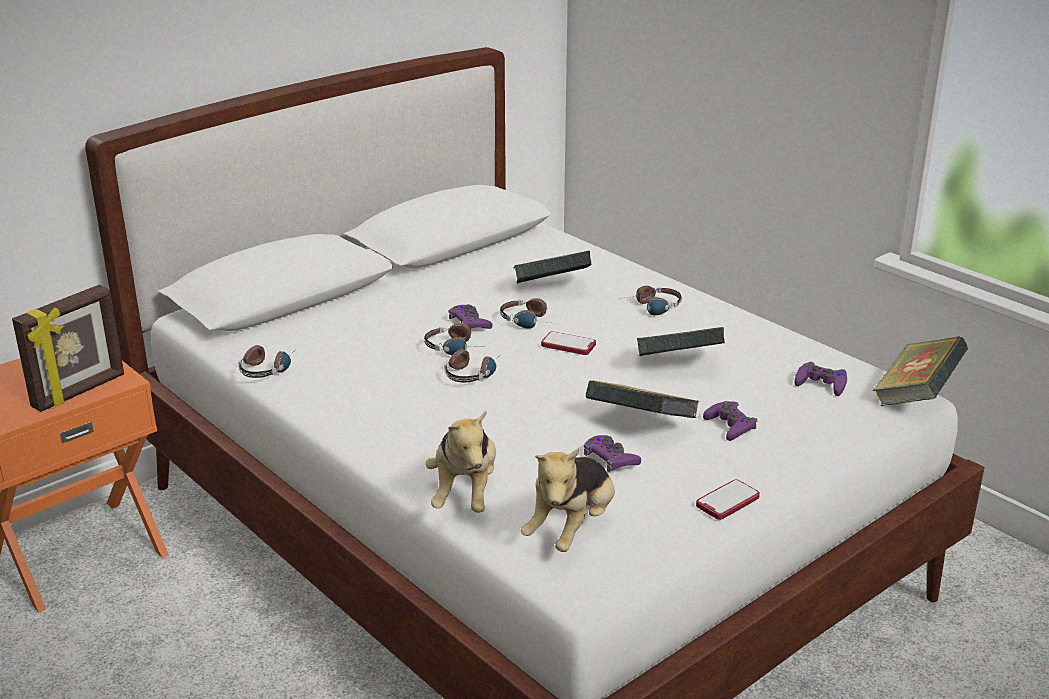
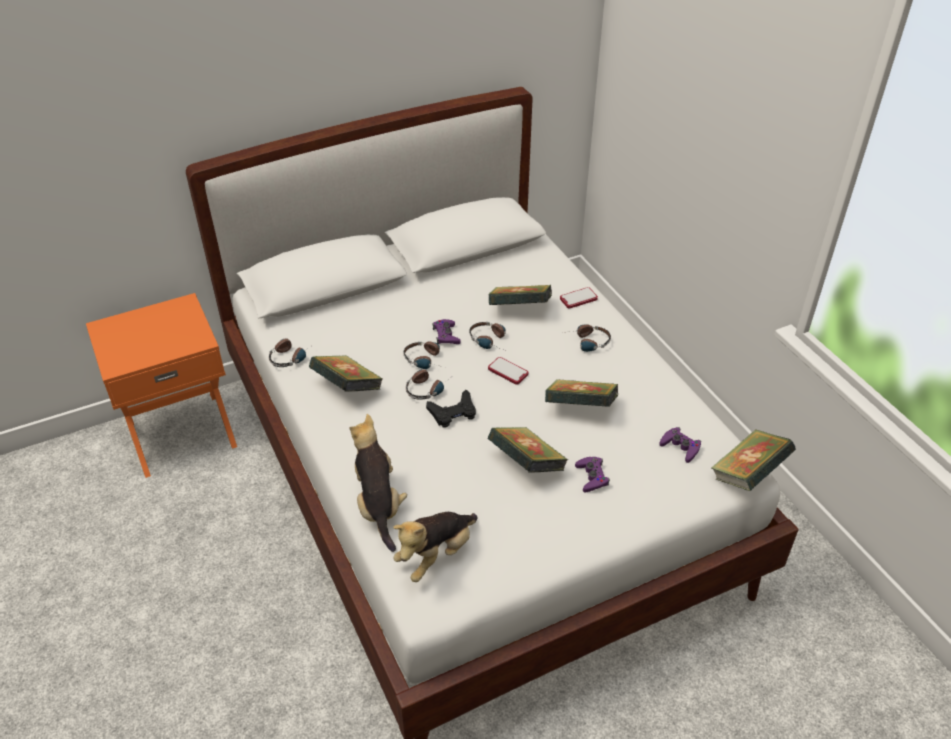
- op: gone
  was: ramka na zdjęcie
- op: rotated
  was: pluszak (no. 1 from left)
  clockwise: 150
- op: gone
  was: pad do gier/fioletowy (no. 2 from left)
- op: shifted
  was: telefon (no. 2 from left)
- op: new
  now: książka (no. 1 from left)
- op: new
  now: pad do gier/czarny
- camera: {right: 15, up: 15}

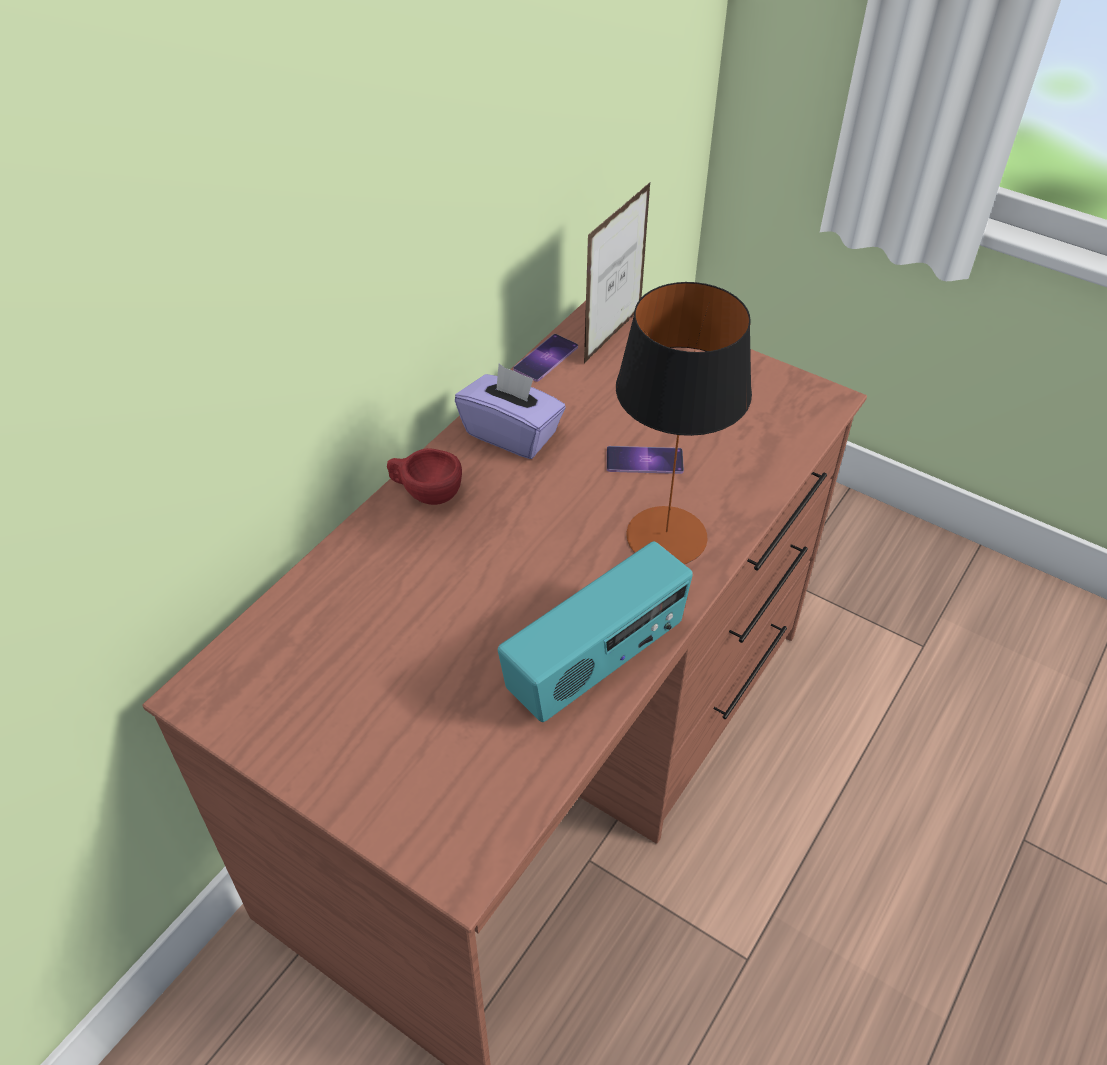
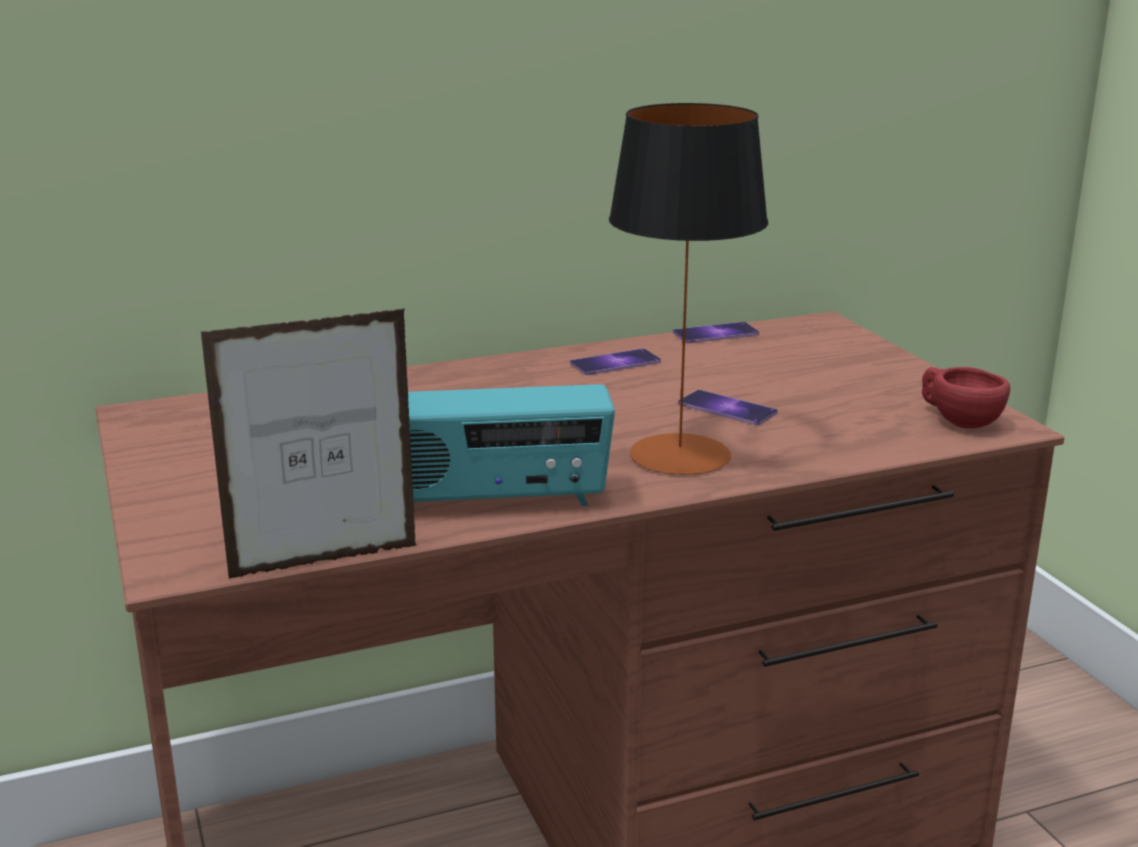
- op: shifted
  was: filiżanka/czerwony
- op: swapped
  was: pudełko chusteczek/fioletowy
  now: telefon (no. 1 from left)
- op: shifted
  was: ramka na zdjęcie
- camera: {right: 35, up: -25}

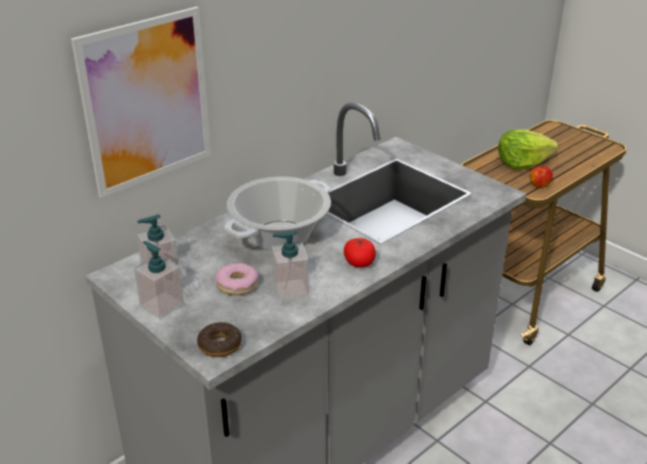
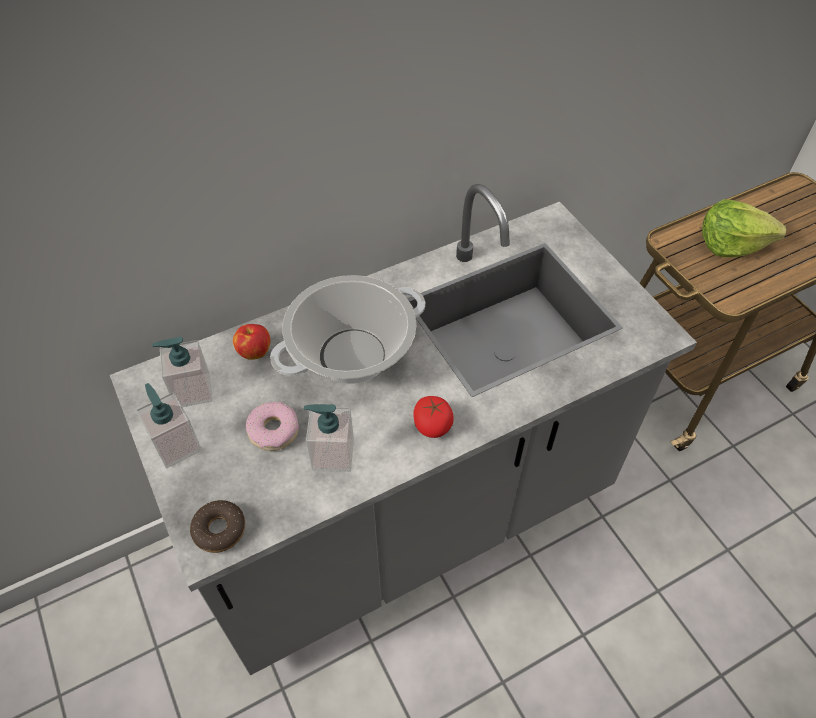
- op: gone
  was: obraz
- op: shifted
  was: jabłko
- camera: {right: 15, up: 20}

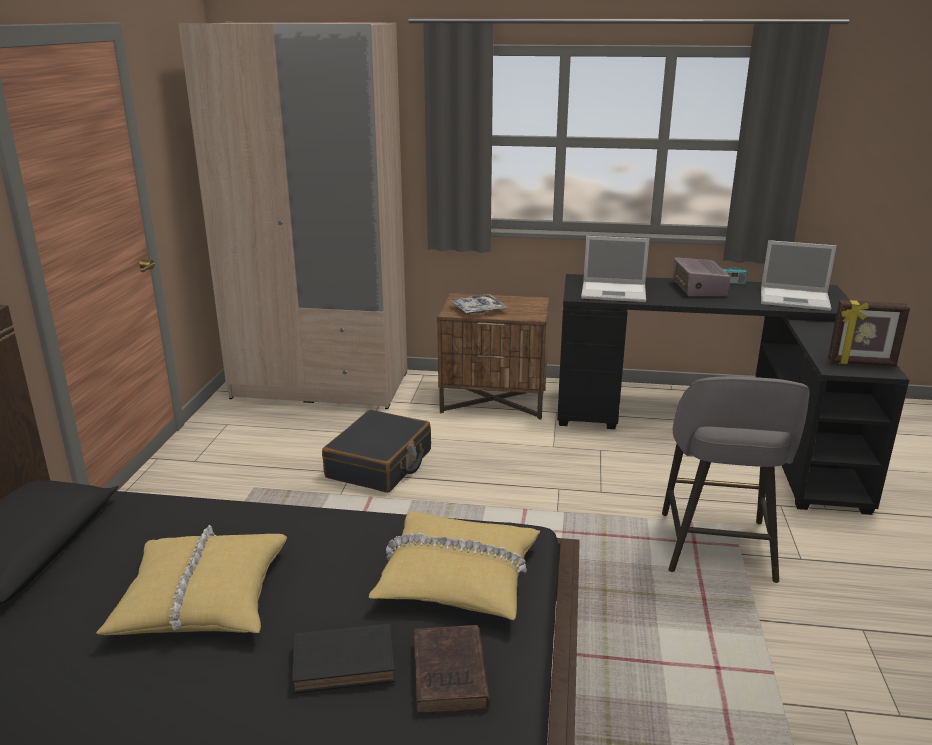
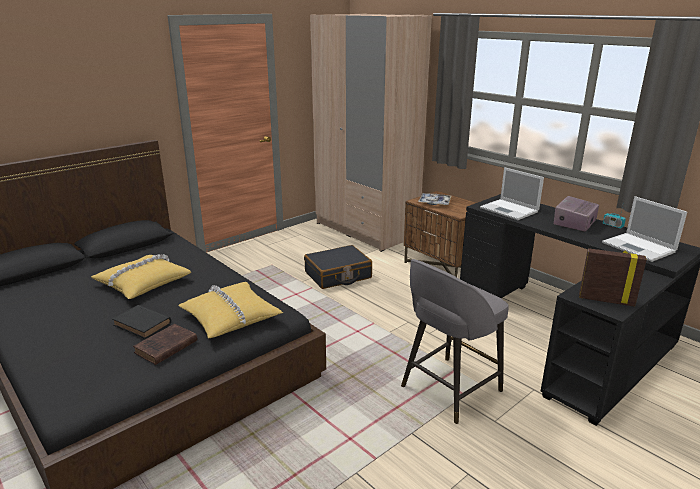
- op: rotated
  was: ramka na zdjęcie
  clockwise: 150
- camera: {right: 40, up: 0}

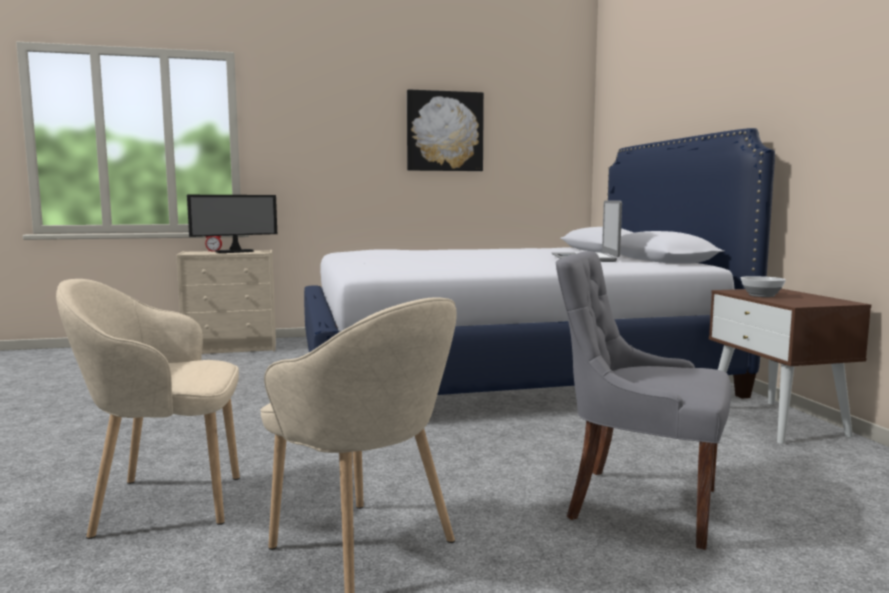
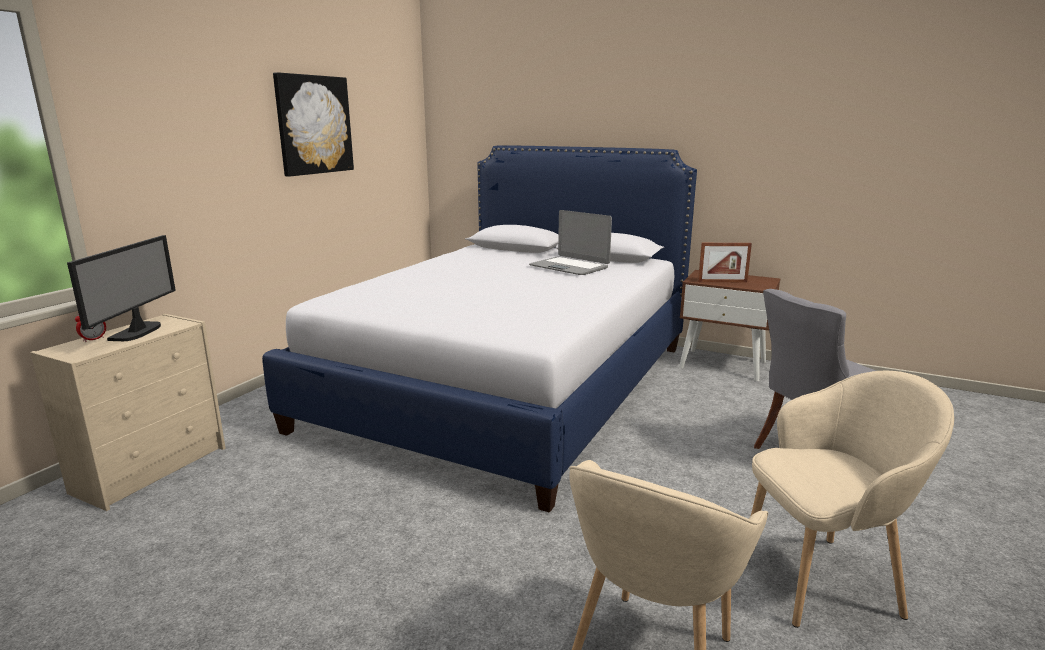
- op: swapped
  was: miska
  now: ramka na zdjęcie
- camera: {right: -50, up: 10}

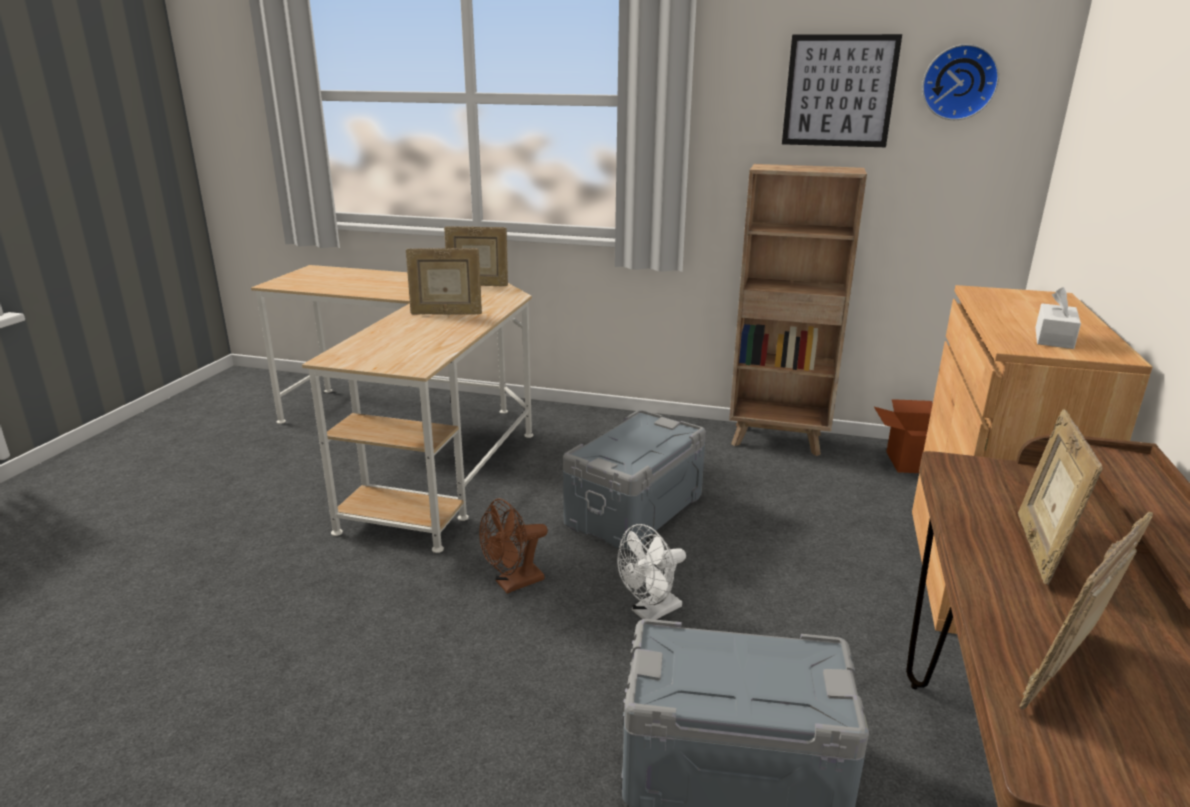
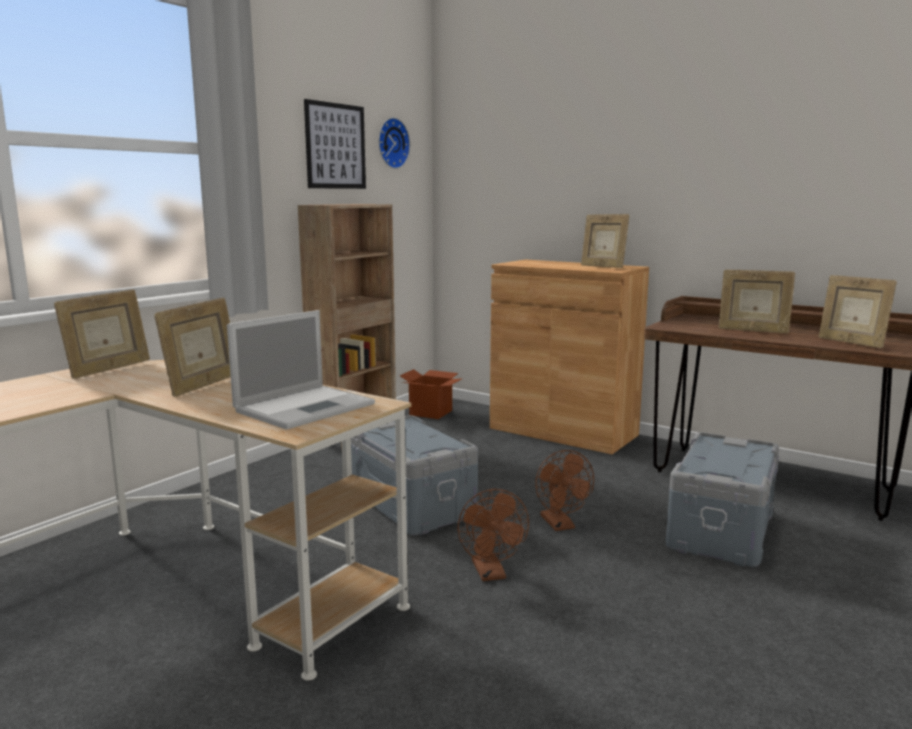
- op: repainted
  was: wentylator/biały
  now: wentylator/brązowy (no. 2 from left)
- op: swapped
  was: pudełko chusteczek/biały
  now: ramka na zdjęcie (no. 3 from left)
- op: new
  now: laptop
- camera: {right: -70, up: -10}

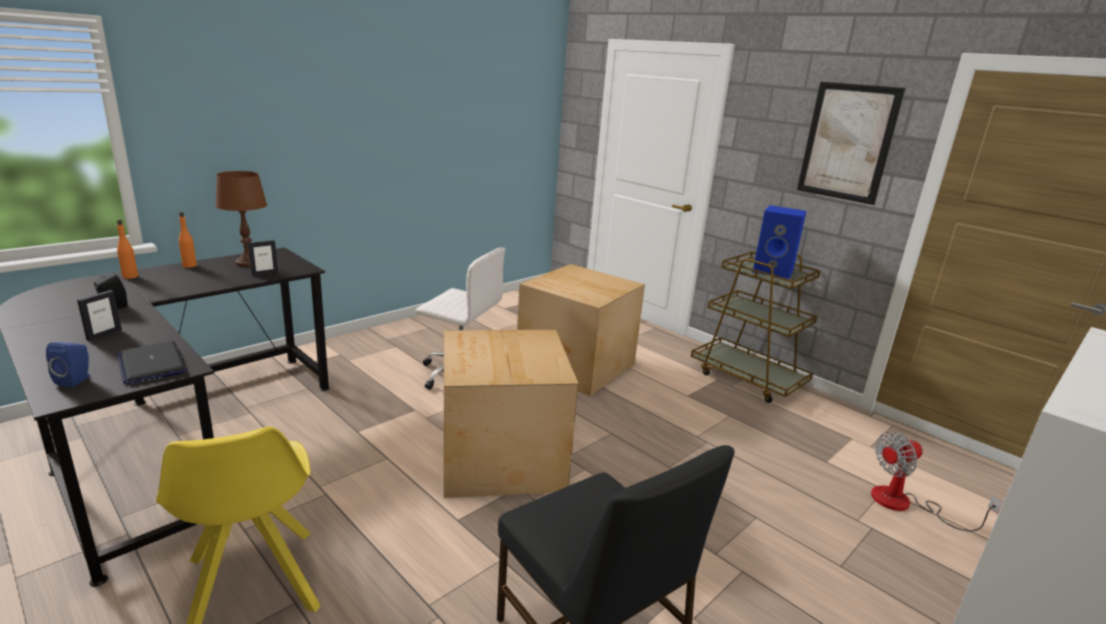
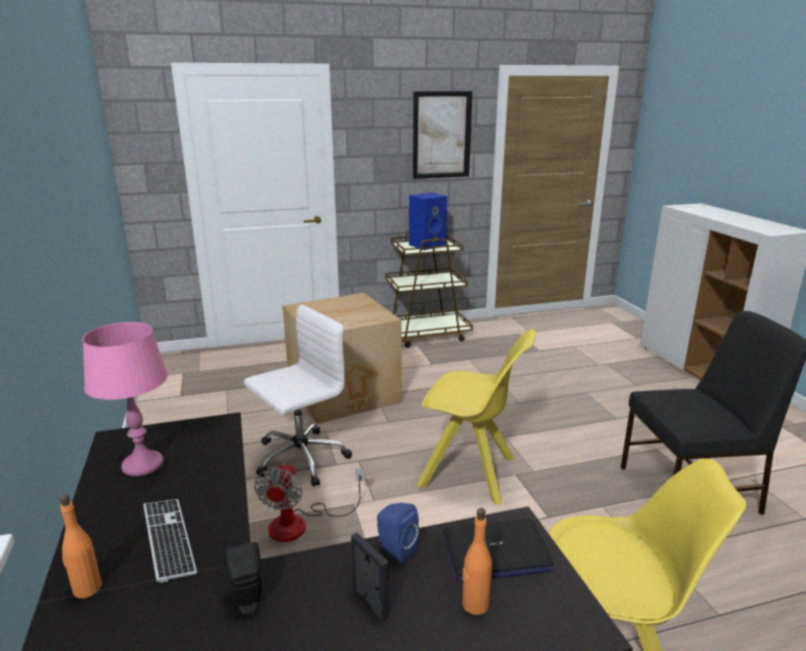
- op: shifted
  was: głośnik/niebieski (no. 1 from left)
- op: shifted
  was: butelka/pomarańczowy (no. 2 from left)
- op: repainted
  was: lampa stołowa/brązowy
  now: lampa stołowa/różowy
- op: gone
  was: ramka na zdjęcie (no. 2 from left)
- op: swapped
  was: karton (no. 1 from left)
  now: krzesło/żółty (no. 1 from left)
- op: shifted
  was: wentylator
- op: new
  now: klawiatura
- camera: {right: -60, up: 0}

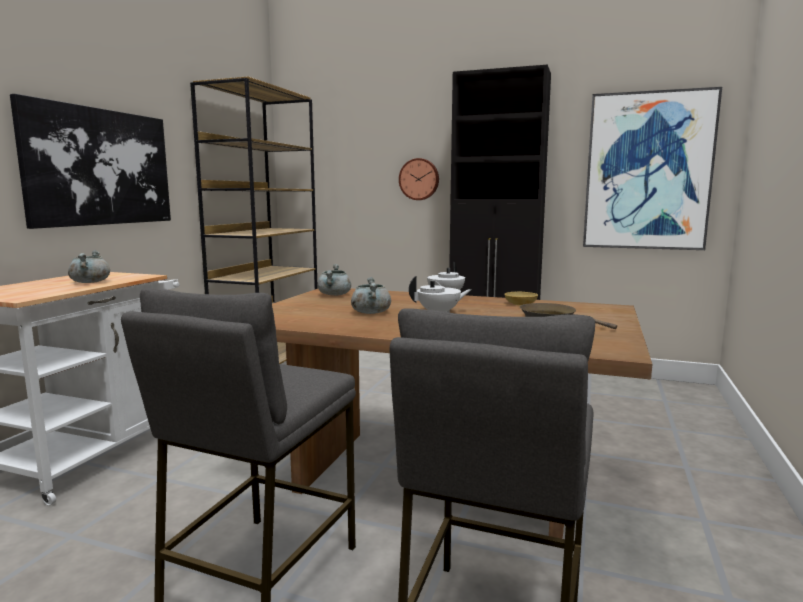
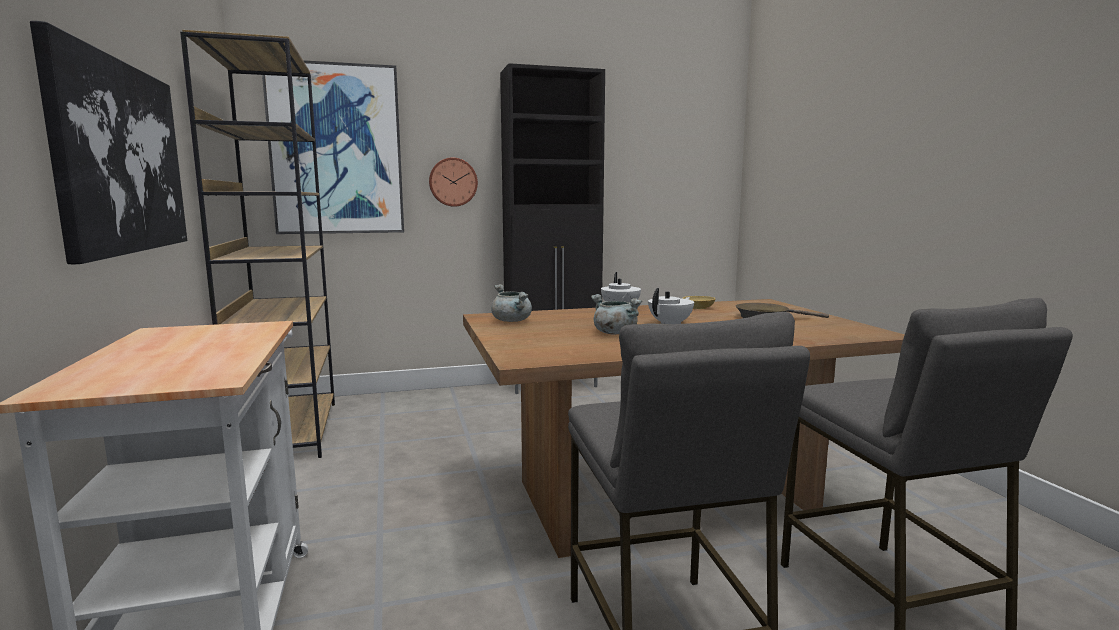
- op: gone
  was: garnek/szary (no. 1 from left)
- op: shifted
  was: obraz (no. 2 from left)
- camera: {right: -35, up: 0}

